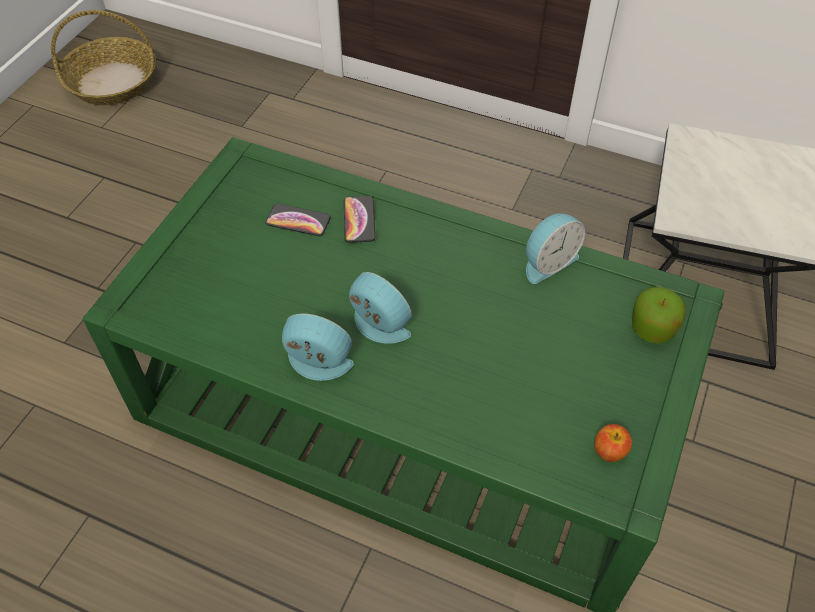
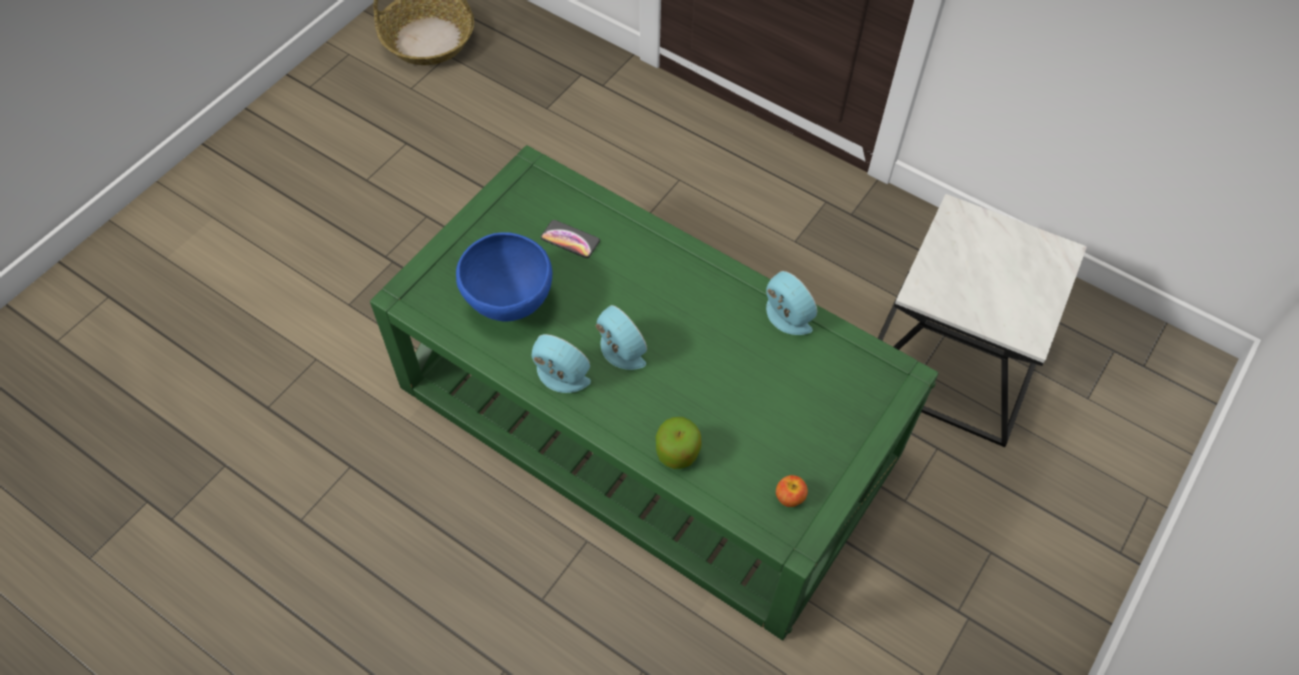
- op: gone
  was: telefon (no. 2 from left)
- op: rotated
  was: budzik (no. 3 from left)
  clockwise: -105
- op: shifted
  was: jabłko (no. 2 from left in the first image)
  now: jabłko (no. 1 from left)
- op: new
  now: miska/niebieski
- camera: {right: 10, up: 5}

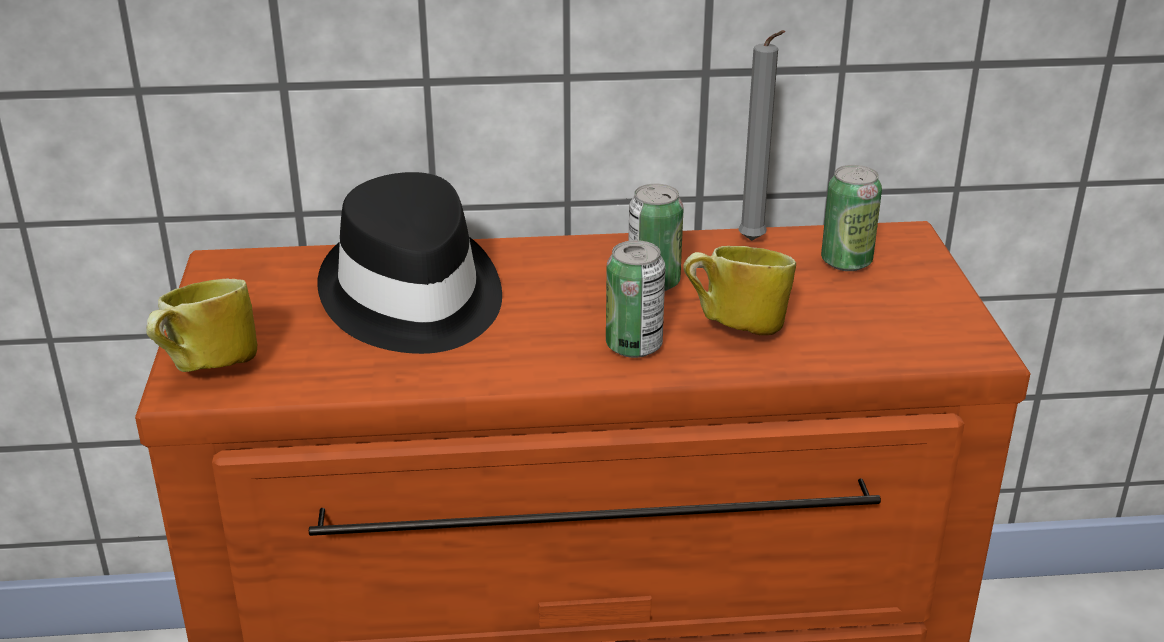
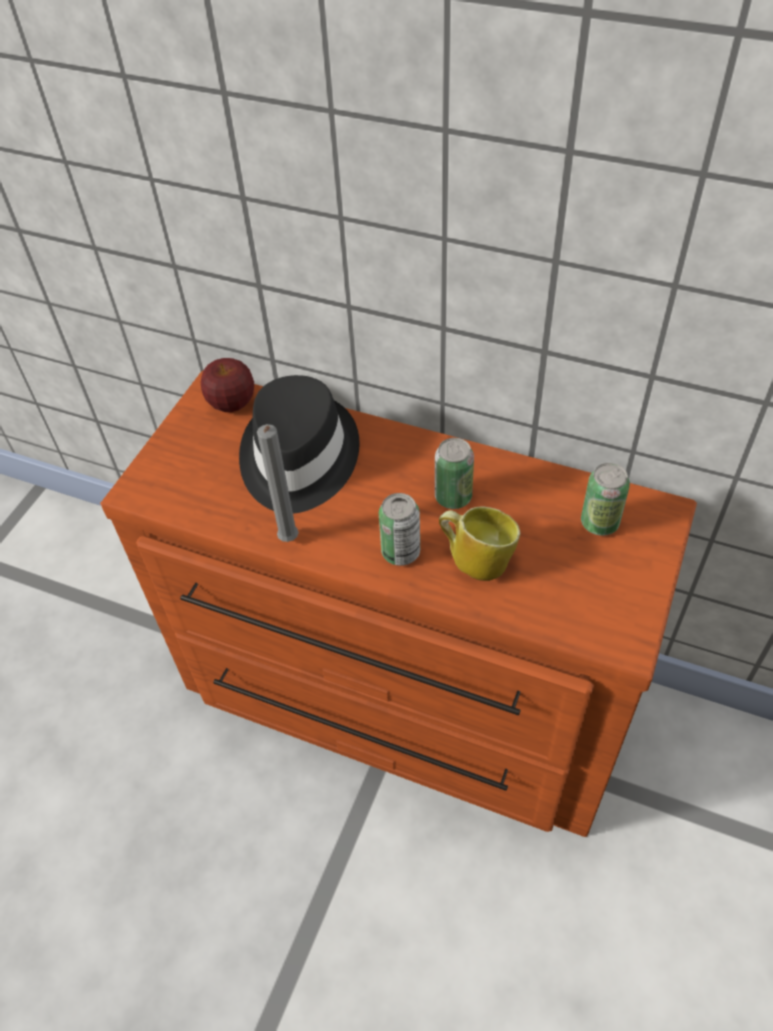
- op: gone
  was: kubek (no. 1 from left)
- op: shifted
  was: świeca/szary
- op: new
  now: jabłko
- camera: {right: 30, up: 20}

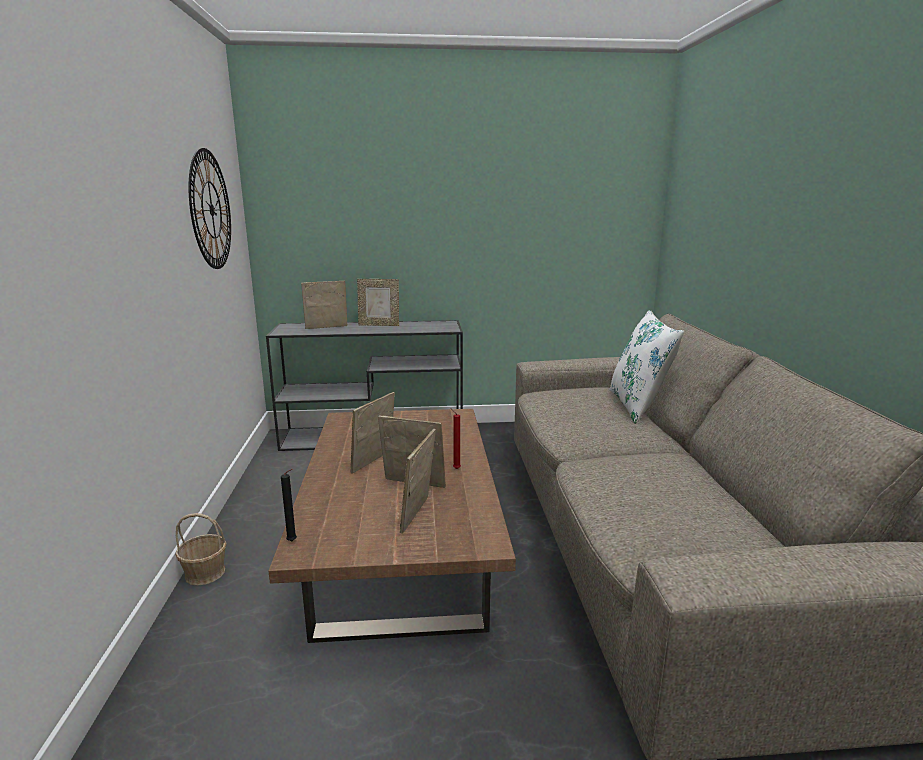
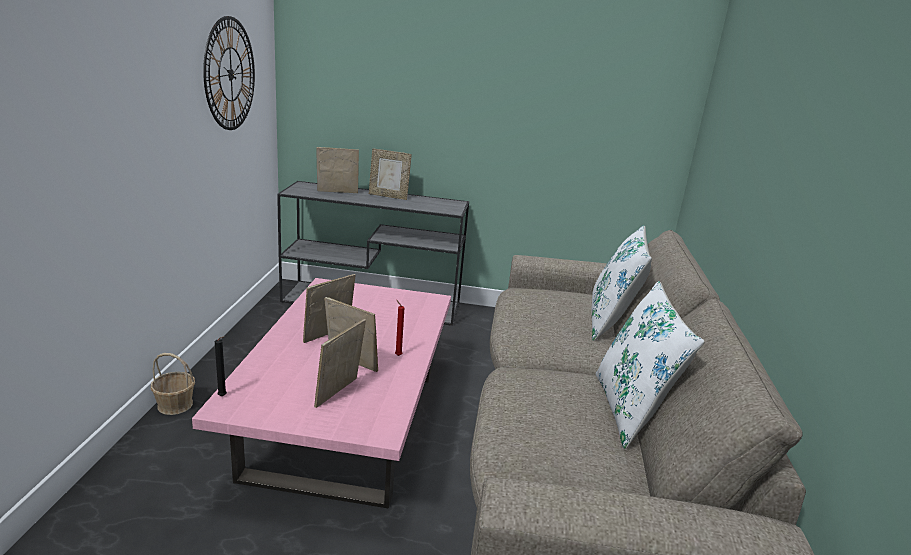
- op: repainted
  was: ława/brązowy
  now: ława/różowy
- op: new
  now: poduszka/biały (no. 2 from left)
- camera: {right: 10, up: 5}

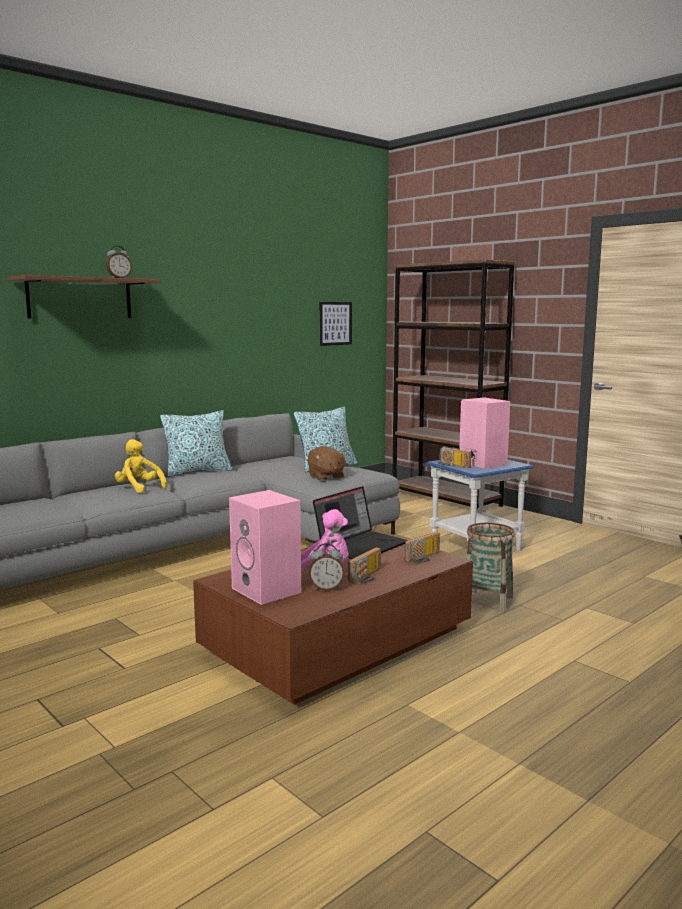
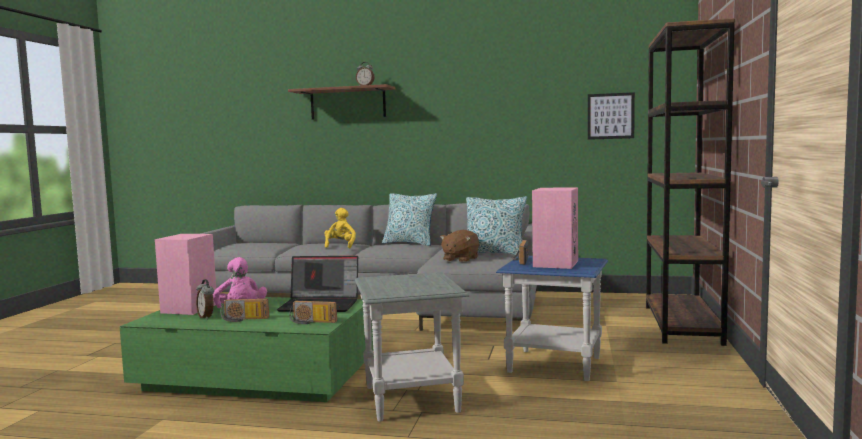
- op: repainted
  was: ława/brązowy
  now: ława/zielony
- op: swapped
  was: koszyk
  now: stolik/szary
- camera: {right: 55, up: -5}

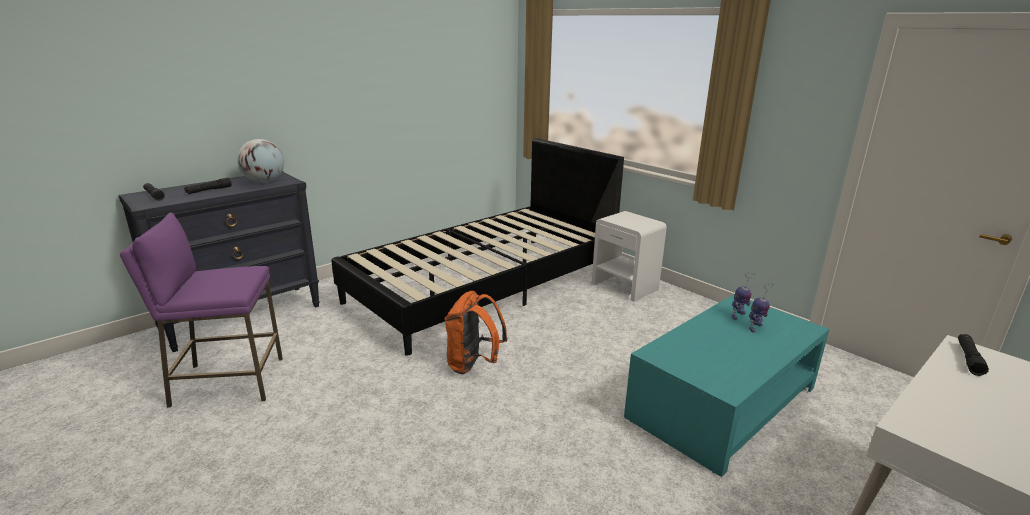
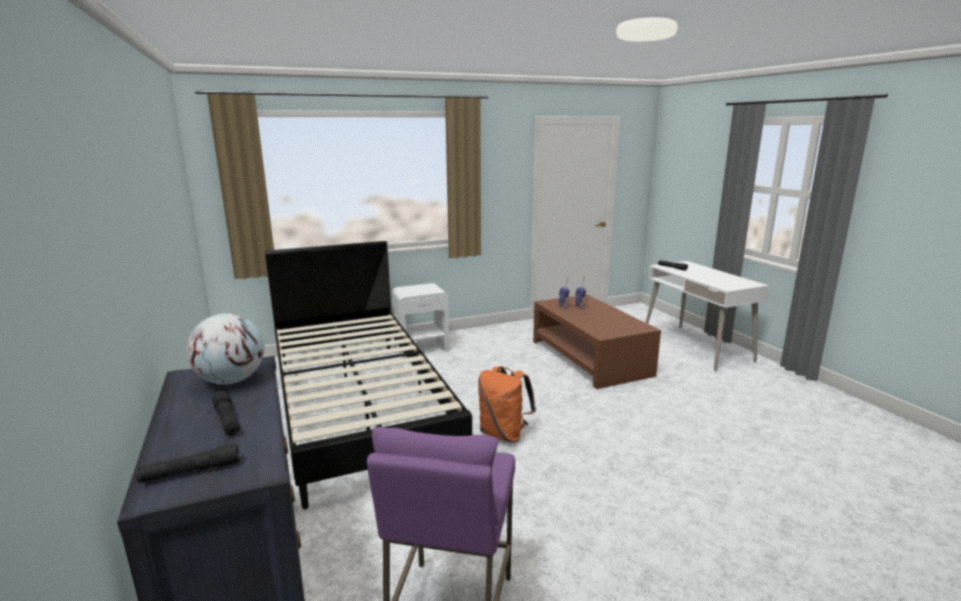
- op: repainted
  was: ława/turkusowy
  now: ława/brązowy
- camera: {right: -70, up: -5}

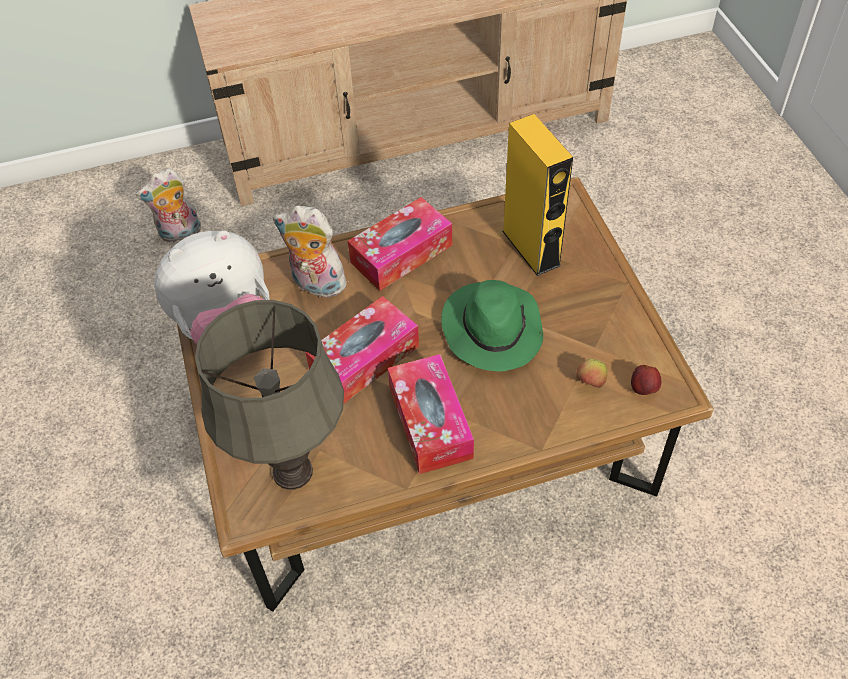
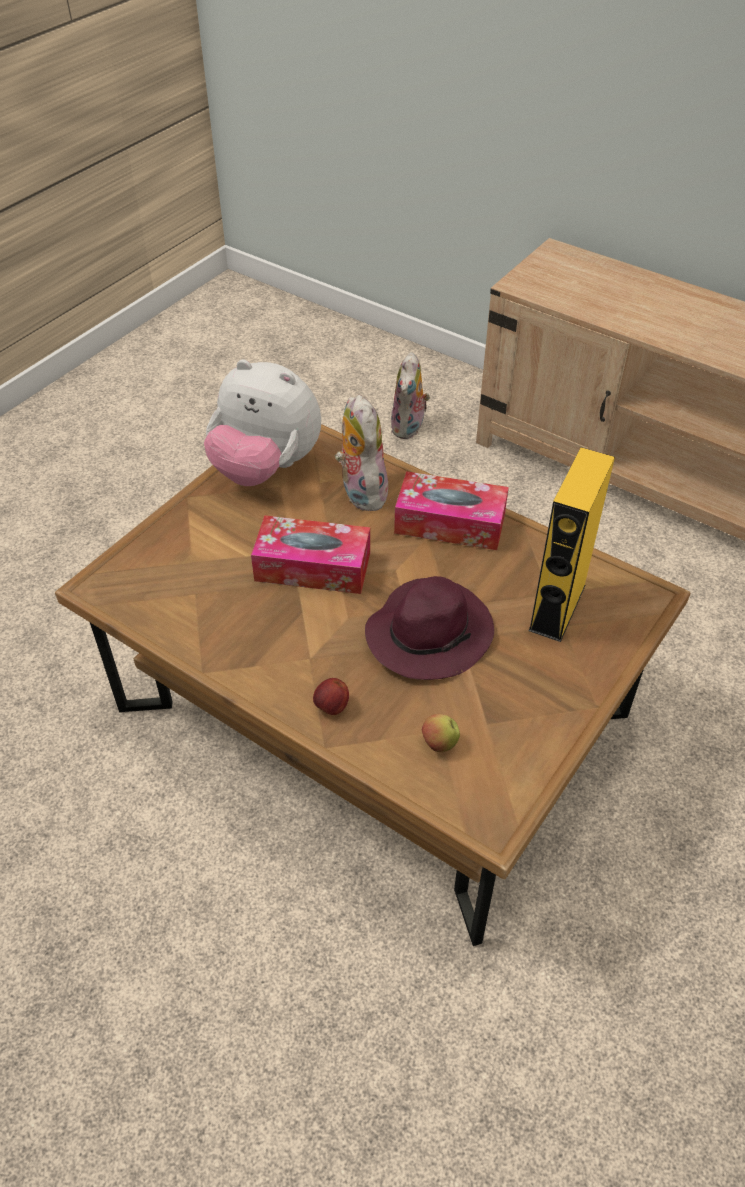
- op: rotated
  was: pluszak (no. 1 from left in the first image)
  clockwise: -105
- op: gone
  was: lampa stołowa/szary
- op: gone
  was: pudełko chusteczek (no. 3 from left)
- op: repainted
  was: kapelusz/zielony
  now: kapelusz/fioletowy
- op: shifted
  was: jabłko (no. 2 from left in the first image)
  now: jabłko (no. 1 from left)
- camera: {right: 50, up: -5}

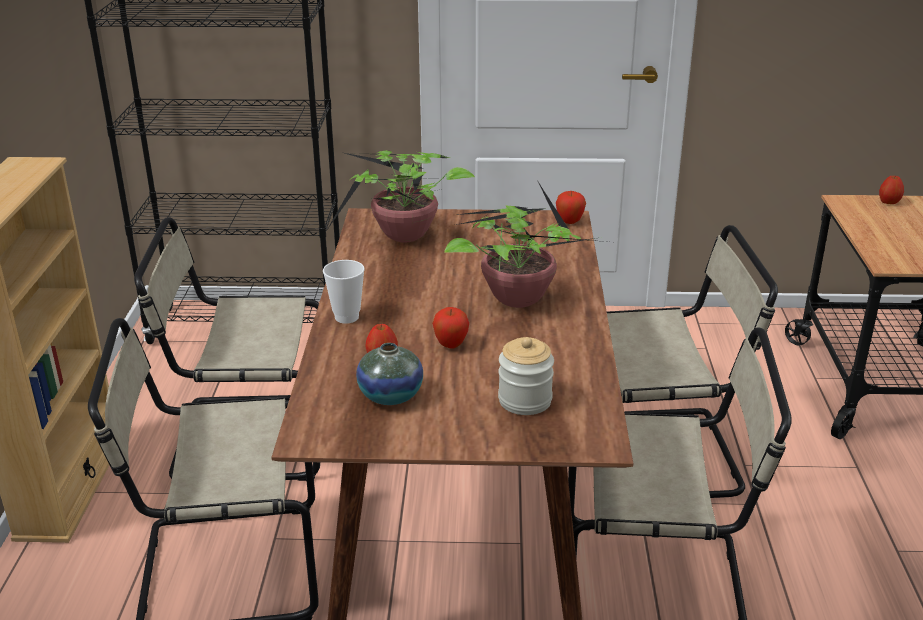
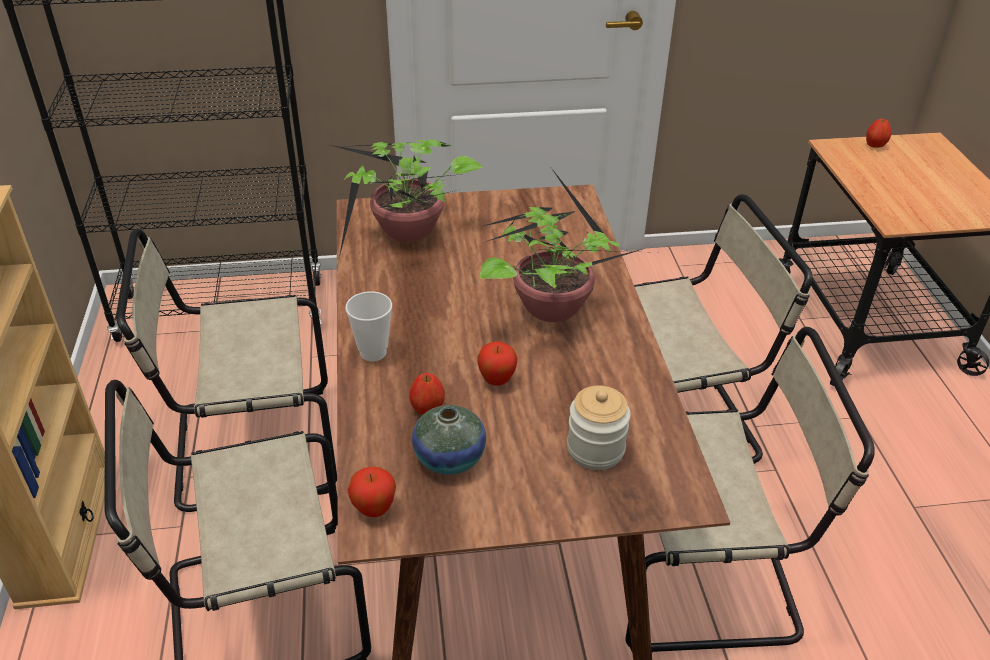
- op: shifted
  was: jabłko (no. 3 from left in the first image)
  now: jabłko (no. 1 from left)
- camera: {right: -10, up: 10}

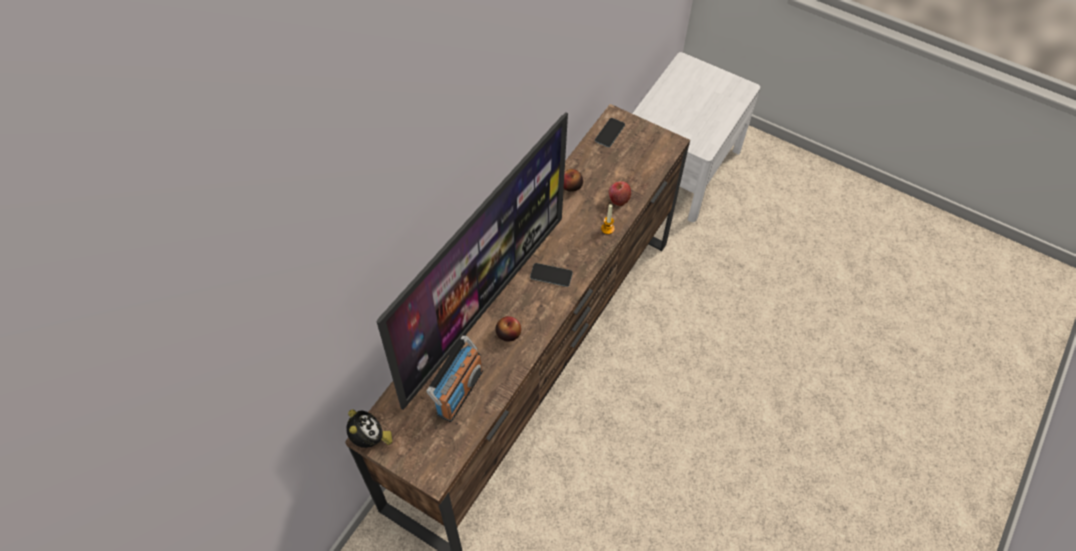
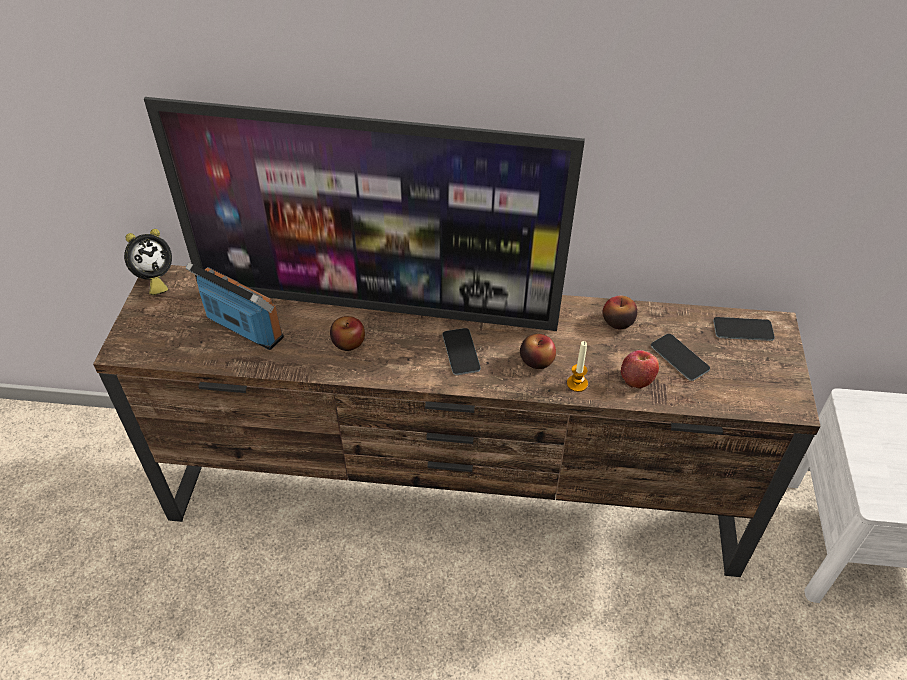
- op: rotated
  was: radio
  clockwise: -150
- op: new
  now: jabłko (no. 2 from left)
- op: new
  now: telefon (no. 2 from left)
- camera: {right: 65, up: -10}

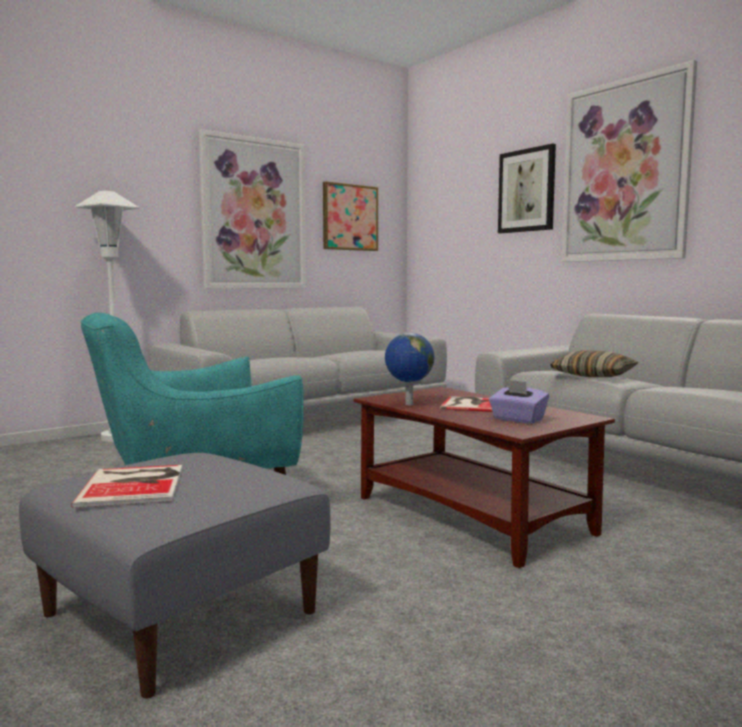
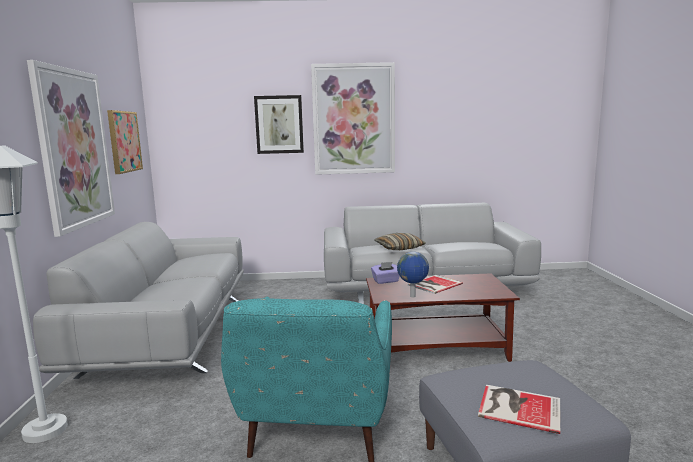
- op: shifted
  was: pudełko chusteczek/fioletowy
- camera: {right: -55, up: 5}

